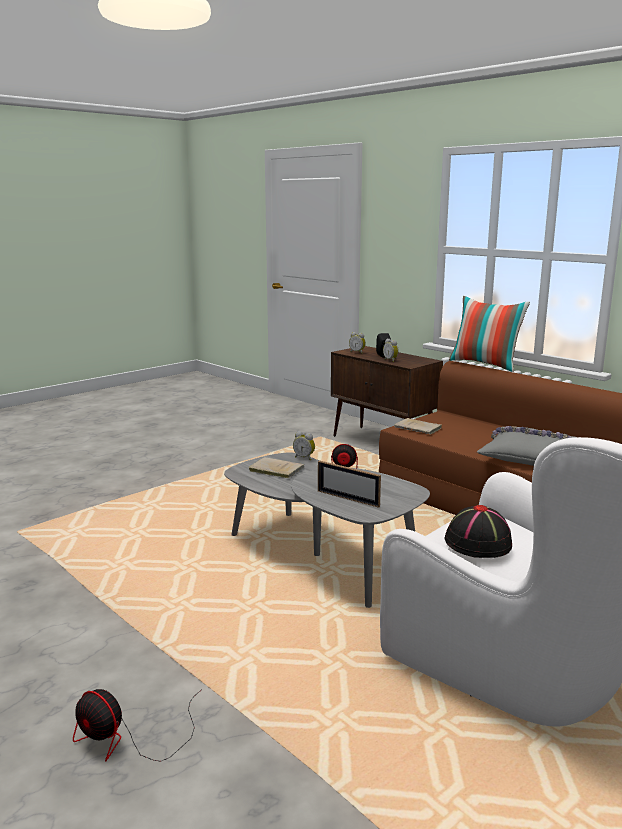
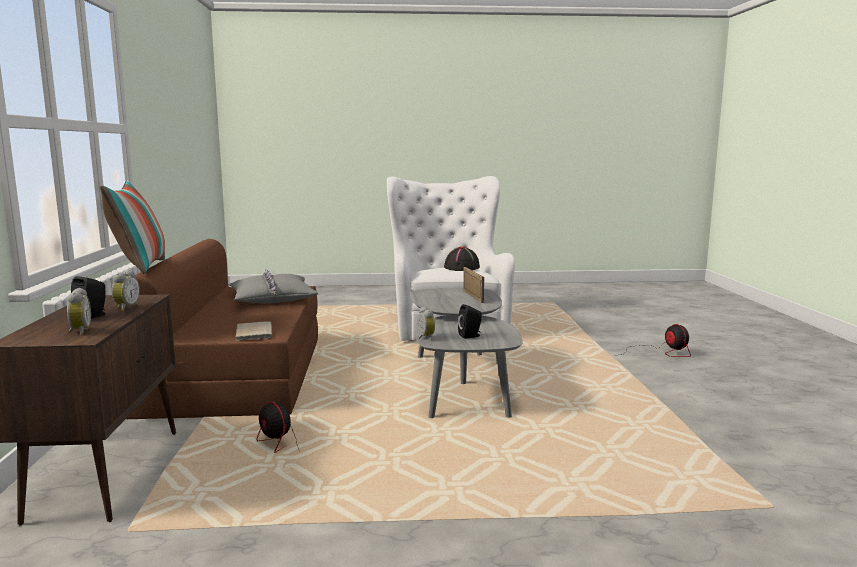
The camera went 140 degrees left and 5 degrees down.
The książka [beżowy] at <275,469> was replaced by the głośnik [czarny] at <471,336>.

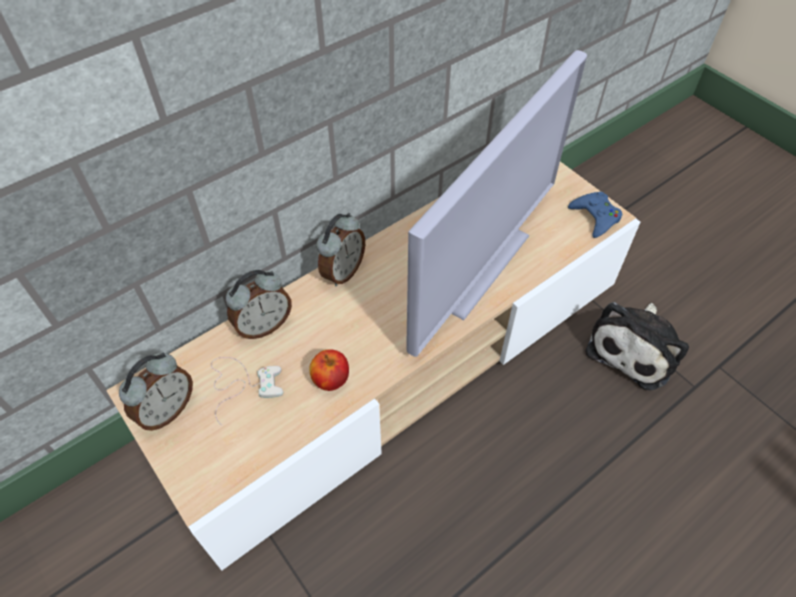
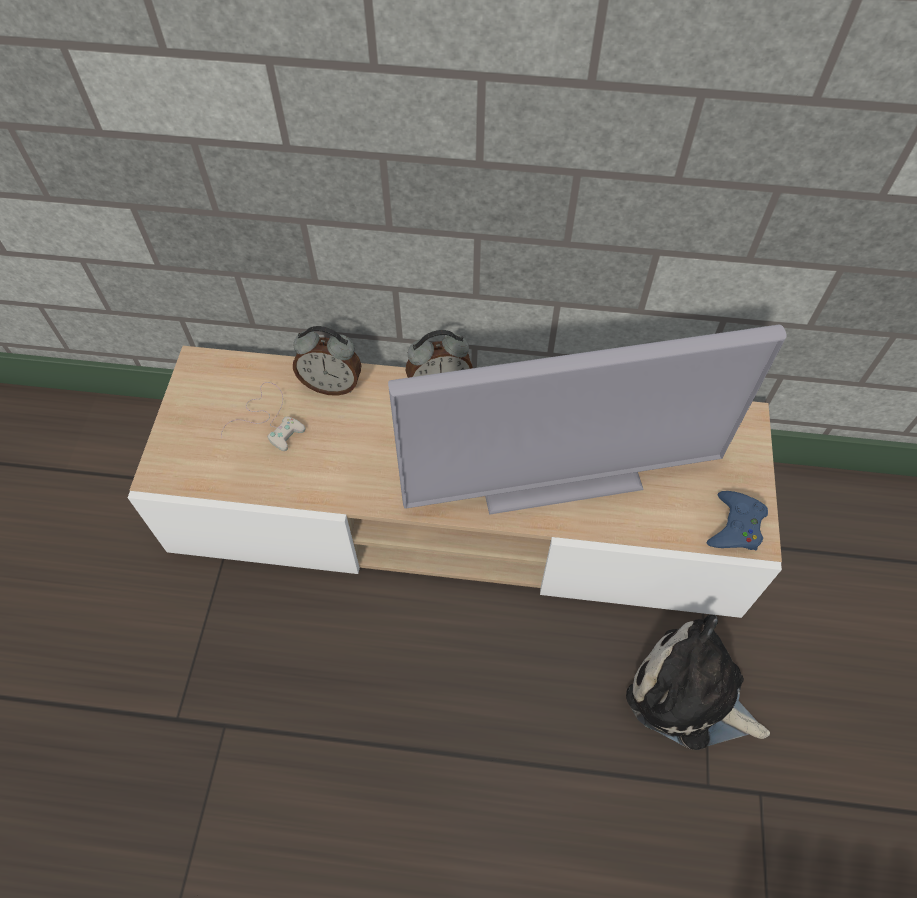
The camera went 45 degrees right and 5 degrees up.
The budzik at <167,410> disappeared.
The jabłko at <330,380> disappeared.
The pluszak at <634,348> turned 45 degrees clockwise.

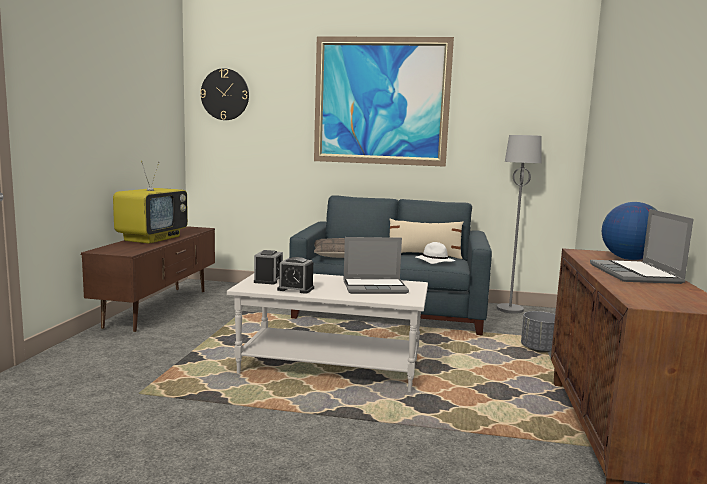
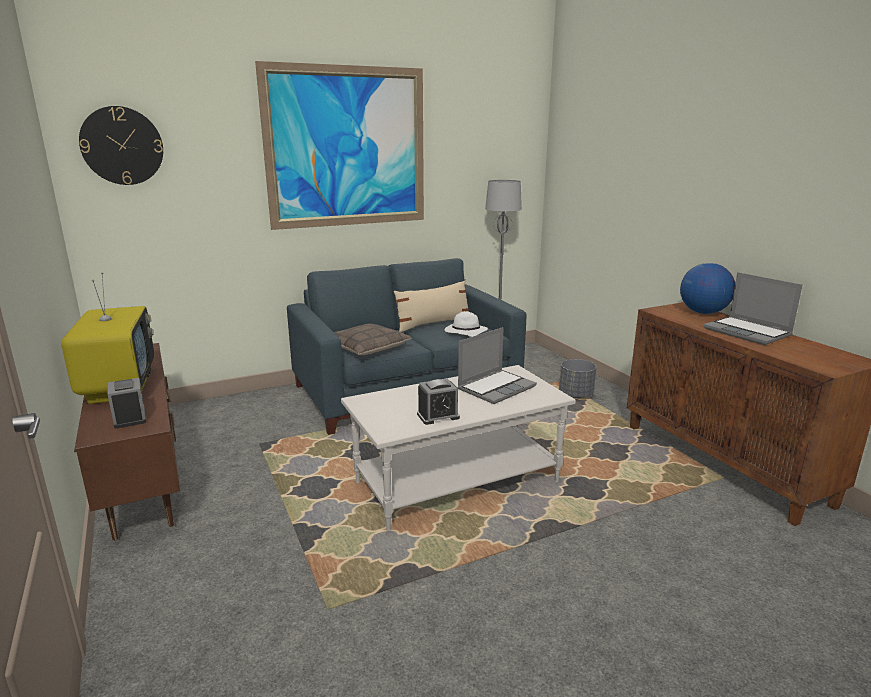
The camera went 35 degrees left and 10 degrees up.
The budzik moved from <268,280> to <130,417>.

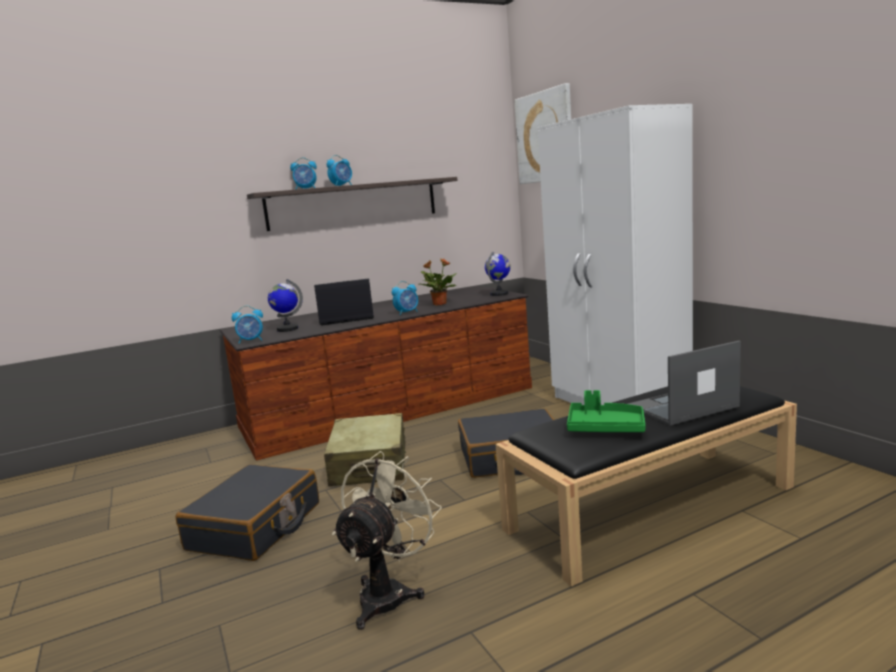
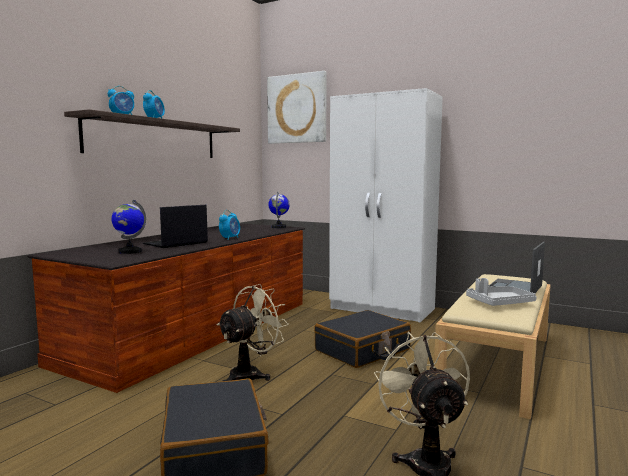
The camera went 35 degrees left and 5 degrees down.
The budzik at <251,341> disappeared.
The walizka [beżowy] at <370,464> was replaced by the wentylator [beżowy] at <251,374>.
The roślina doniczkowa at <439,304> disappeared.
The ławka [czarny] at <650,509> became the ławka [beżowy] at <498,364>.
The taca [zielony] at <605,428> became the taca [szary] at <499,303>.

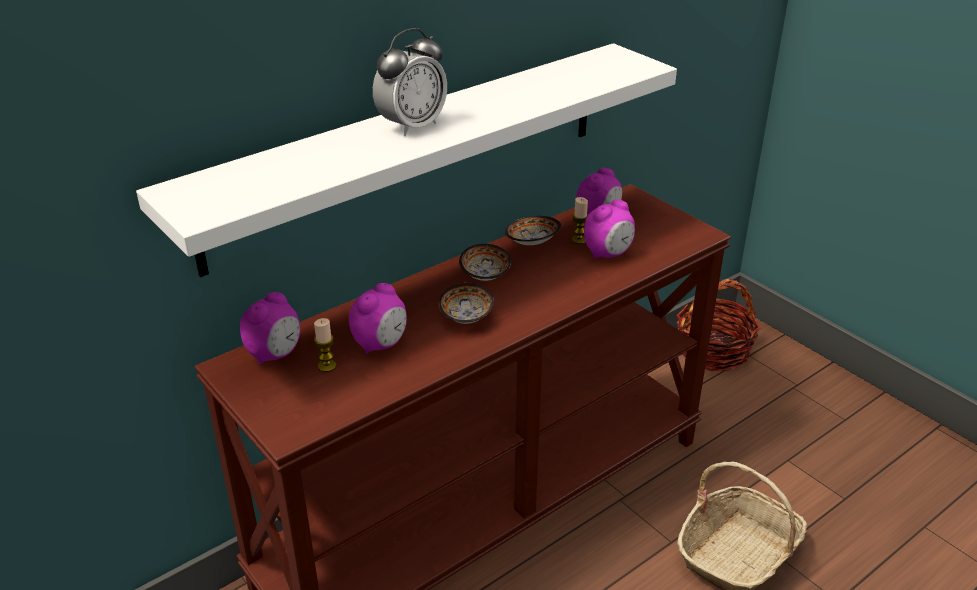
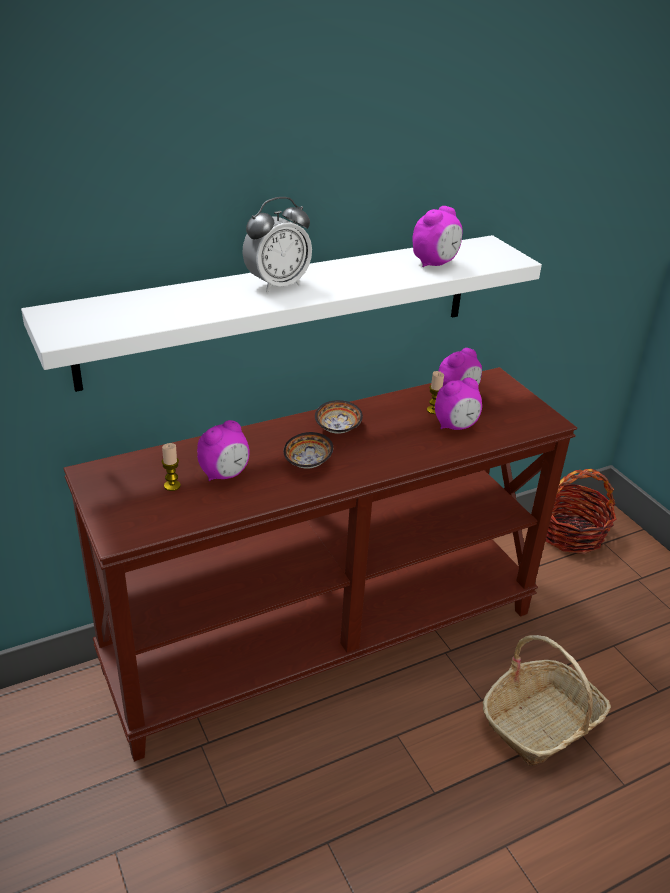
The camera went 10 degrees right and 0 degrees up.
The budzik moved from <275,354> to <435,263>.
The miska at <532,242> disappeared.

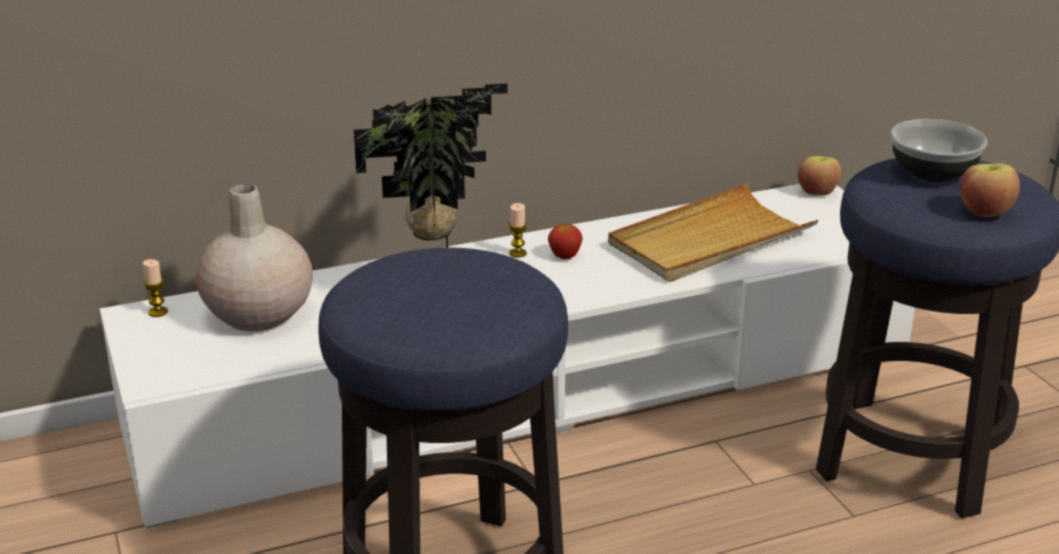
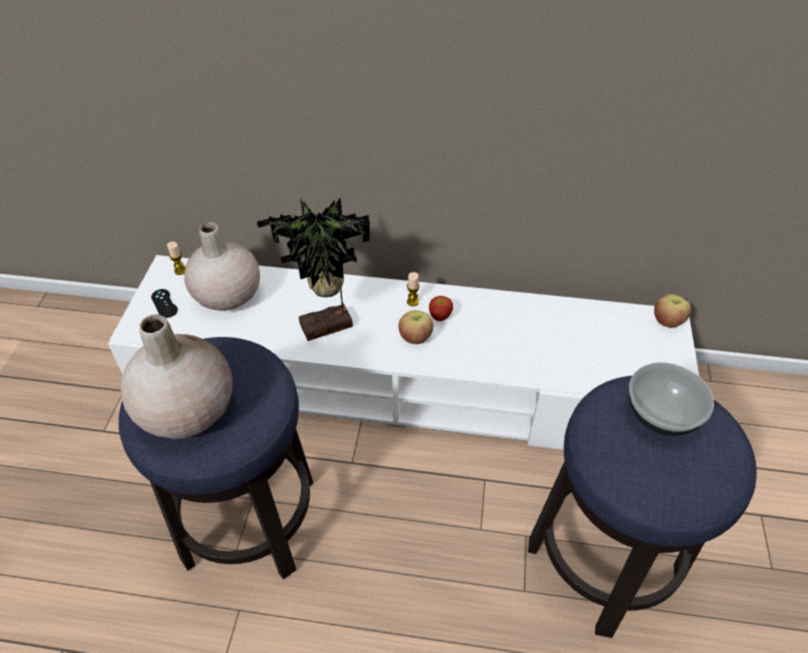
The camera went 30 degrees right and 20 degrees up.
The taca [beżowy] at <709,240> disappeared.
The jabłko moved from <985,212> to <415,337>.
The wazon [beżowy] at <186,409> appeared.
The pad do gier [czarny] at <164,303> appeared.

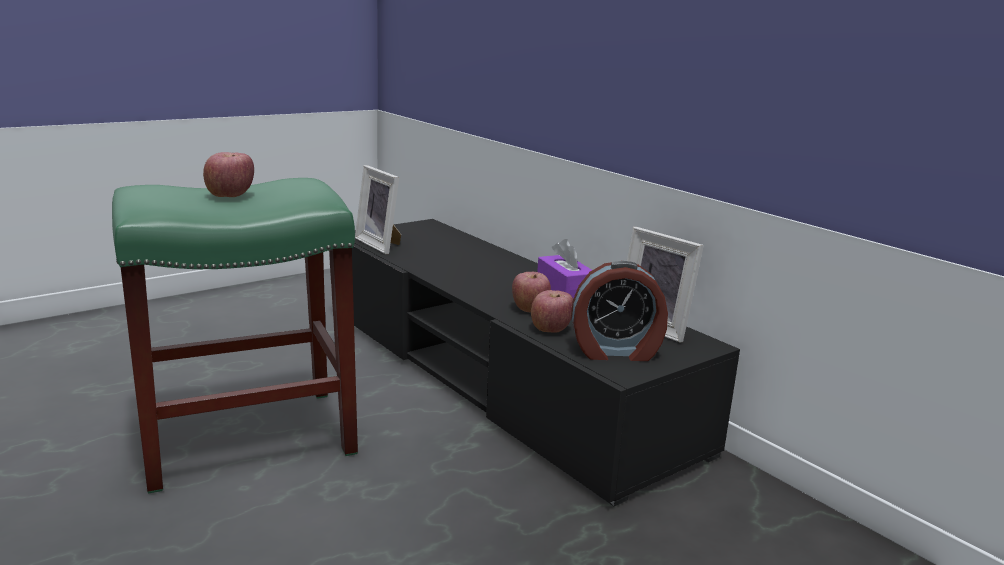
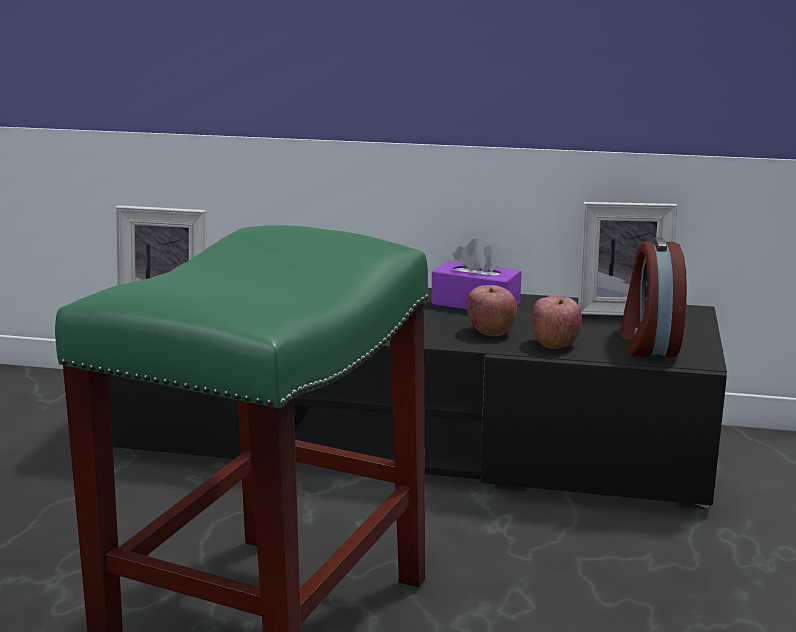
The camera went 40 degrees left and 0 degrees up.
The jabłko at <230,195> disappeared.
The budzik at <616,351> turned 135 degrees clockwise.

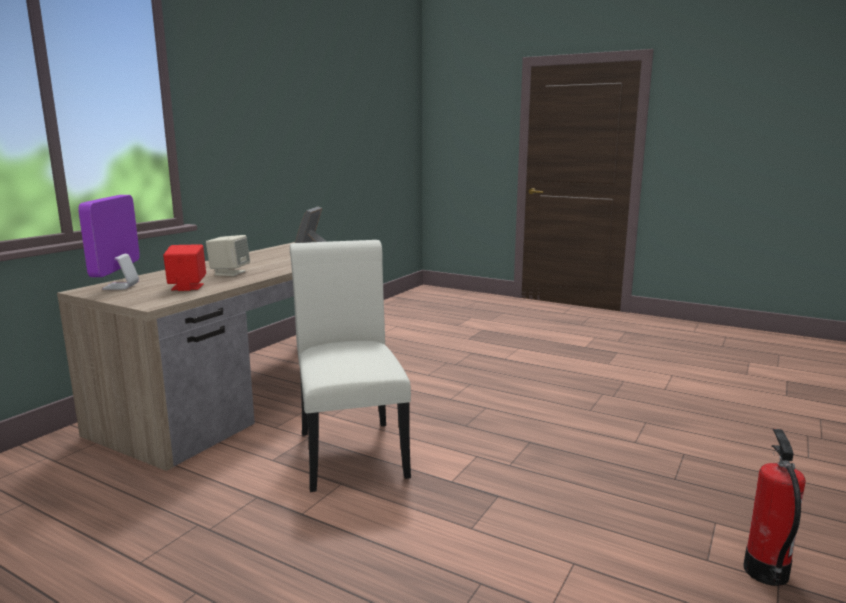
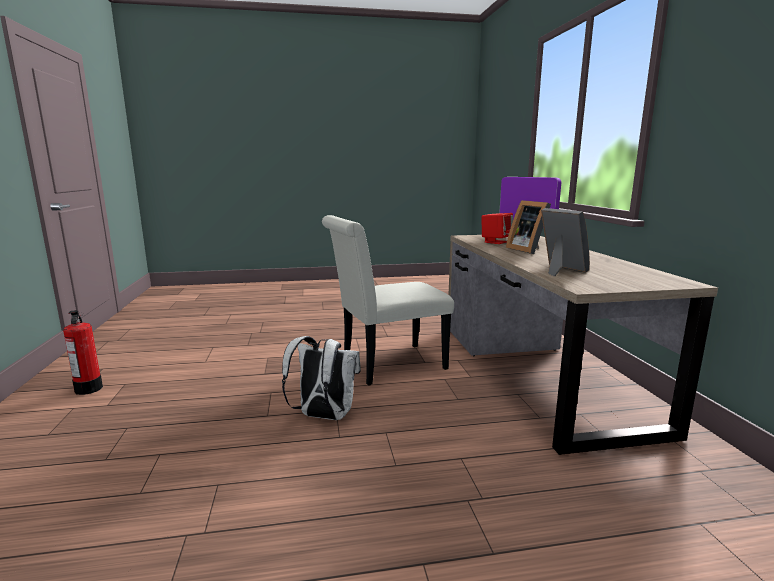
The camera went 140 degrees right and 0 degrees up.
The głośnik [beżowy] at <229,273> was replaced by the ramka na zdjęcie at <528,250>.
The krzesło [biały] at <350,449> turned 120 degrees clockwise.
The plecak [biały] at <323,416> appeared.

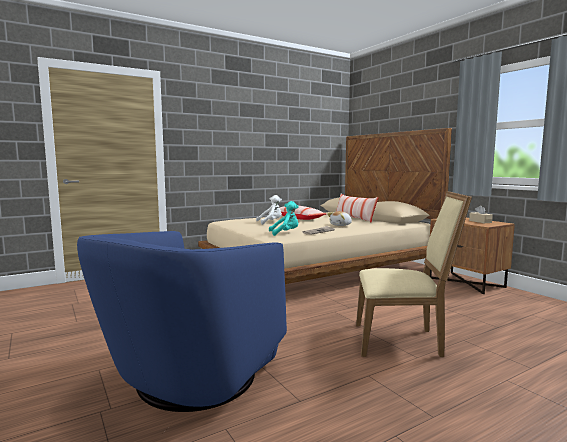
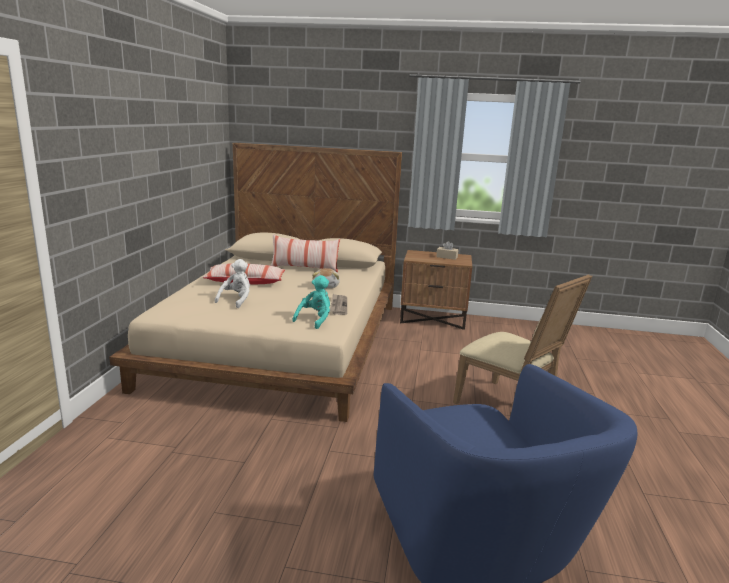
The camera went 50 degrees left and 10 degrees up.
The krzesło [beżowy] at <402,341> turned 90 degrees clockwise.

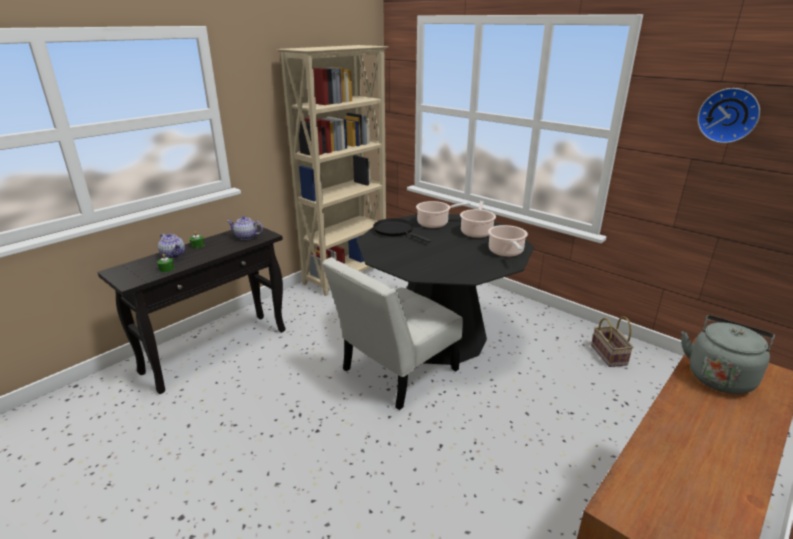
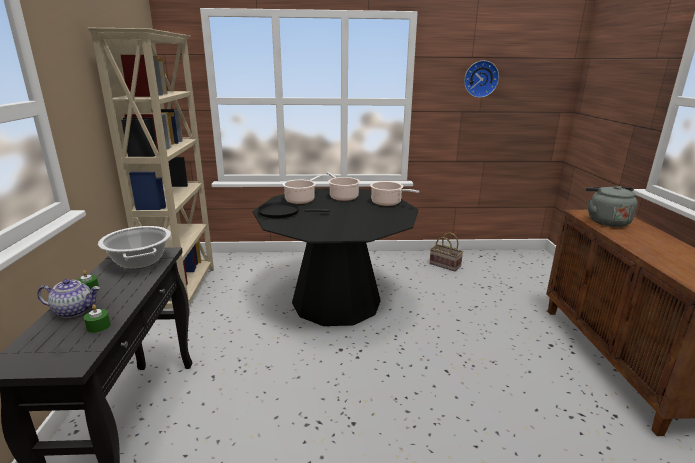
The camera went 45 degrees left and 5 degrees down.
The imbryk at <246,237> was replaced by the garnek at <140,261>.
The krzesło [biały] at <395,373> disappeared.

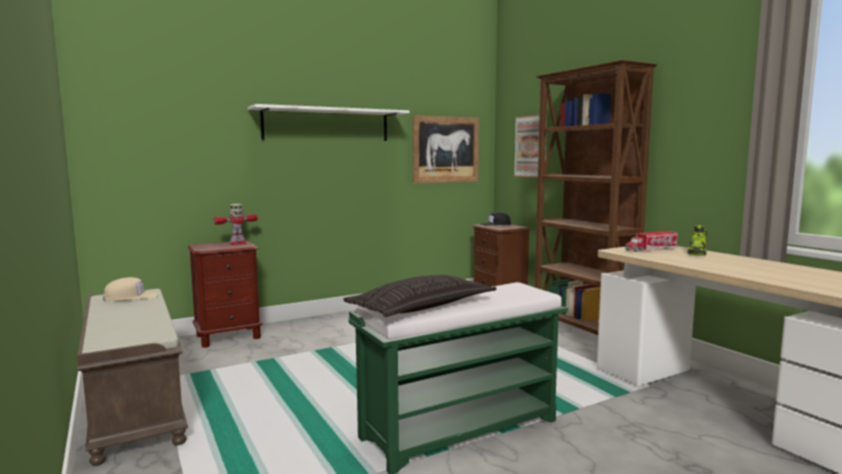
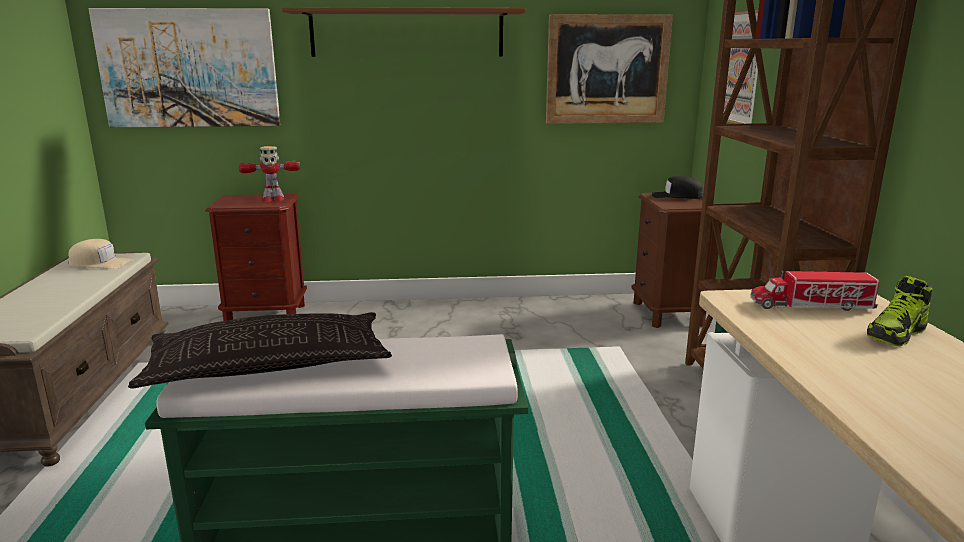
The camera went 25 degrees right and 10 degrees up.
The półka [biały] at <327,125> became the półka [brązowy] at <407,33>.
The obraz at <189,68> appeared.

